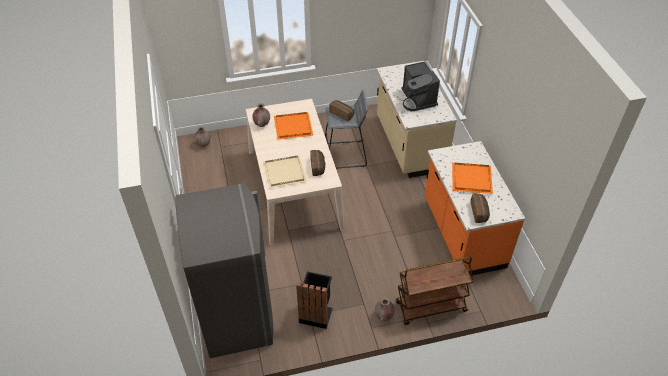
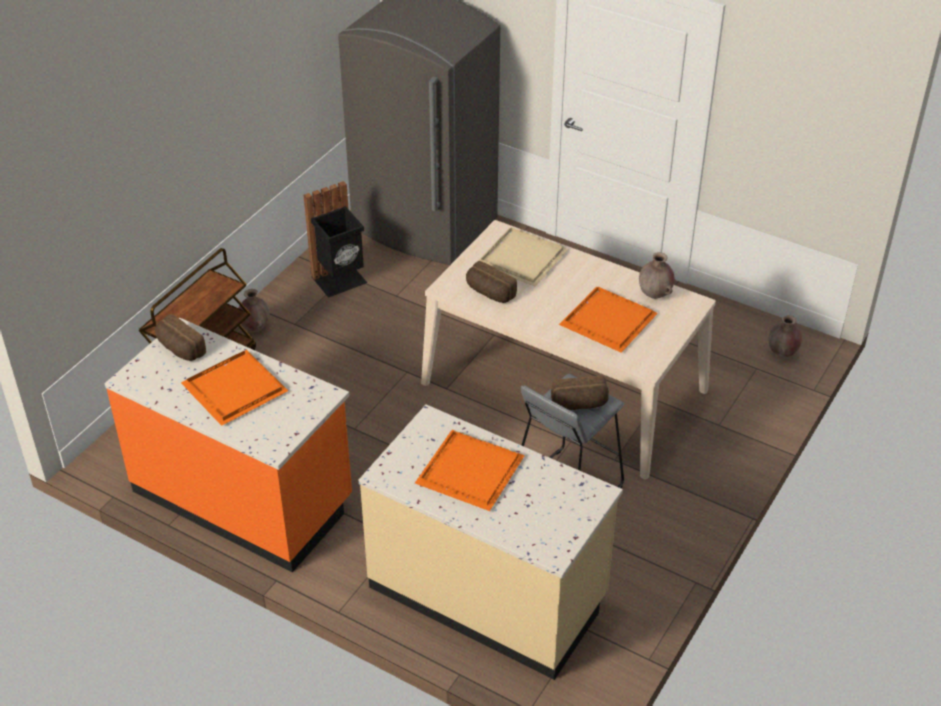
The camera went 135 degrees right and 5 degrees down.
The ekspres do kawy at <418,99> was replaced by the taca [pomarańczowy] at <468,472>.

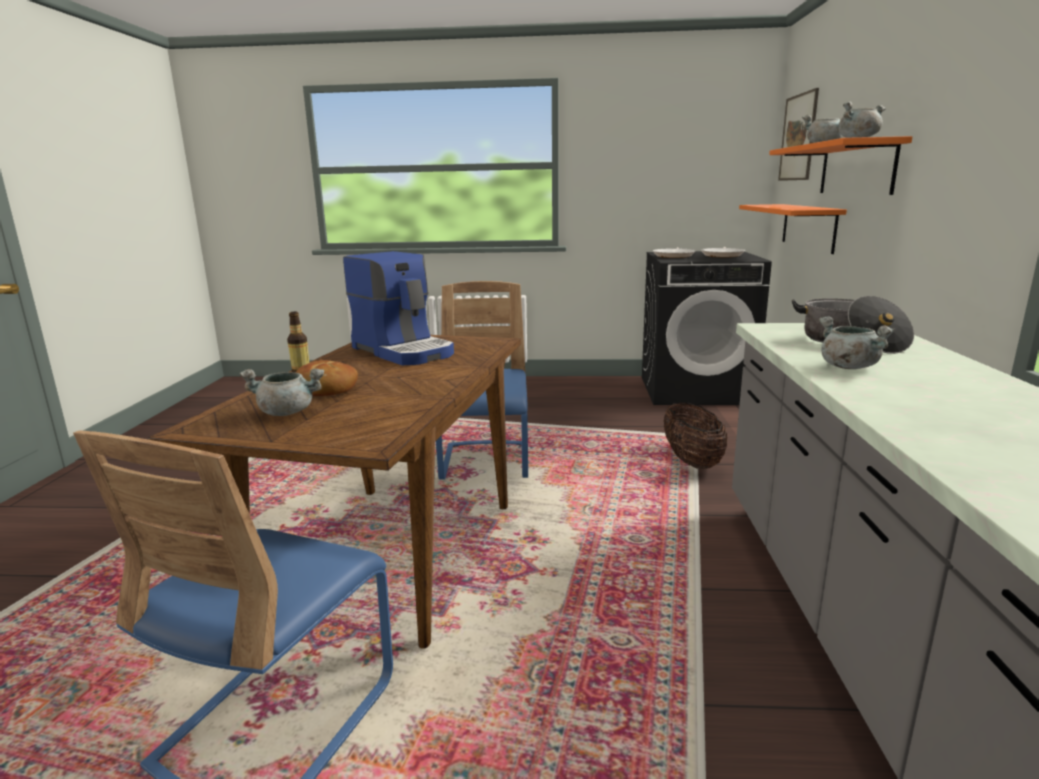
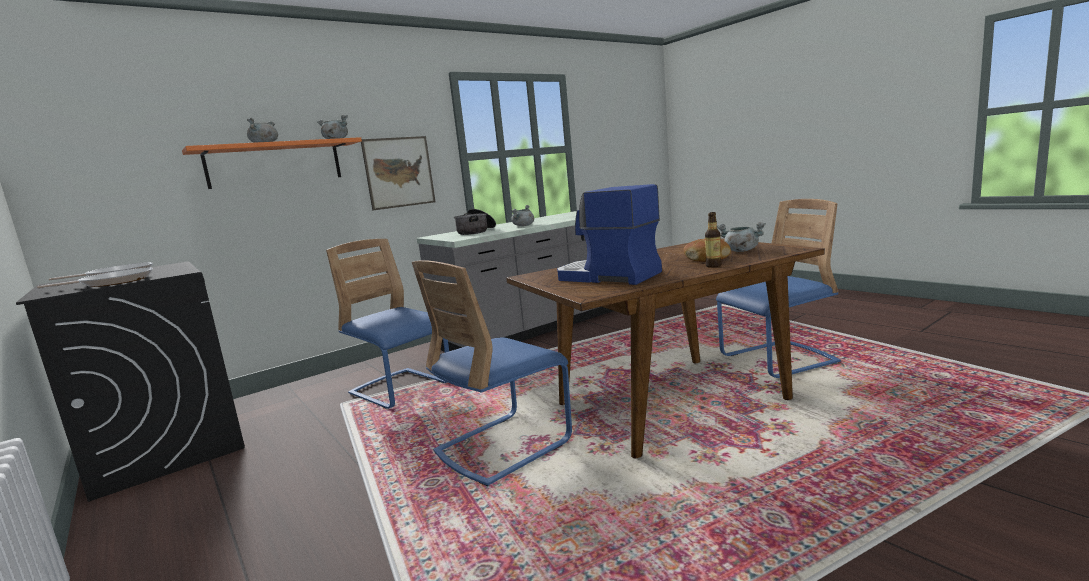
The camera went 130 degrees left and 5 degrees down.
The ekspres do kawy at <404,351> turned 60 degrees counterclockwise.
The koszyk at <691,461> was replaced by the krzesło [niebieski] at <401,389>.
The półka [pomarańczowy] at <808,227> disappeared.
The obraz moved from <798,137> to <399,172>.

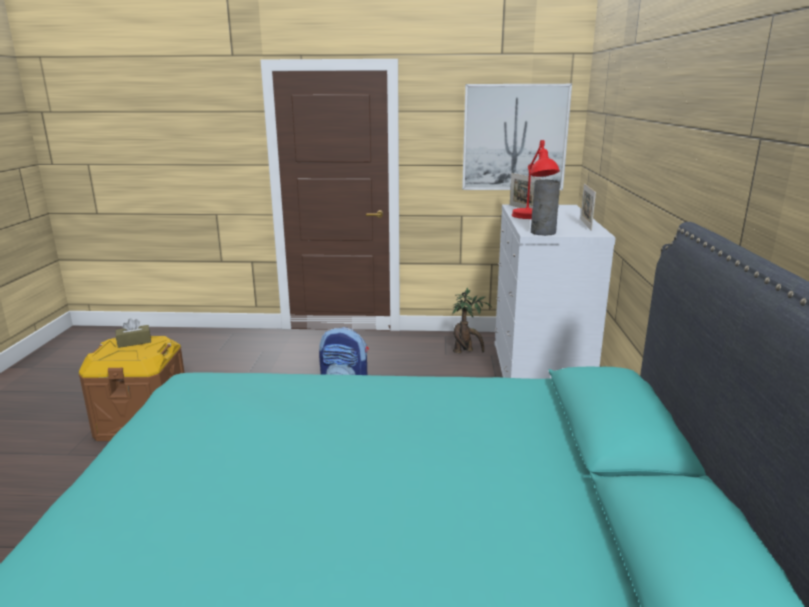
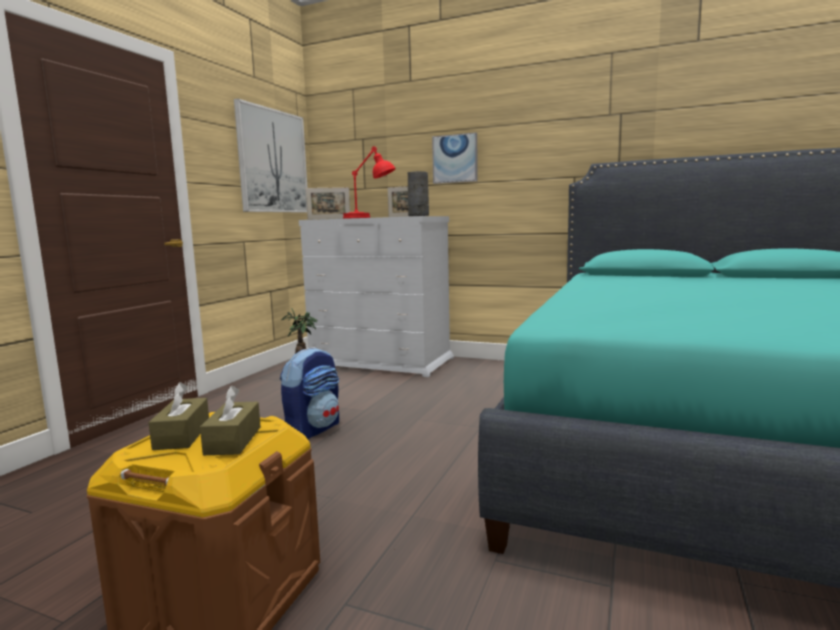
The camera went 70 degrees left and 10 degrees down.
The pudełko chusteczek [brązowy] at <233,440> appeared.
The obraz at <455,158> appeared.

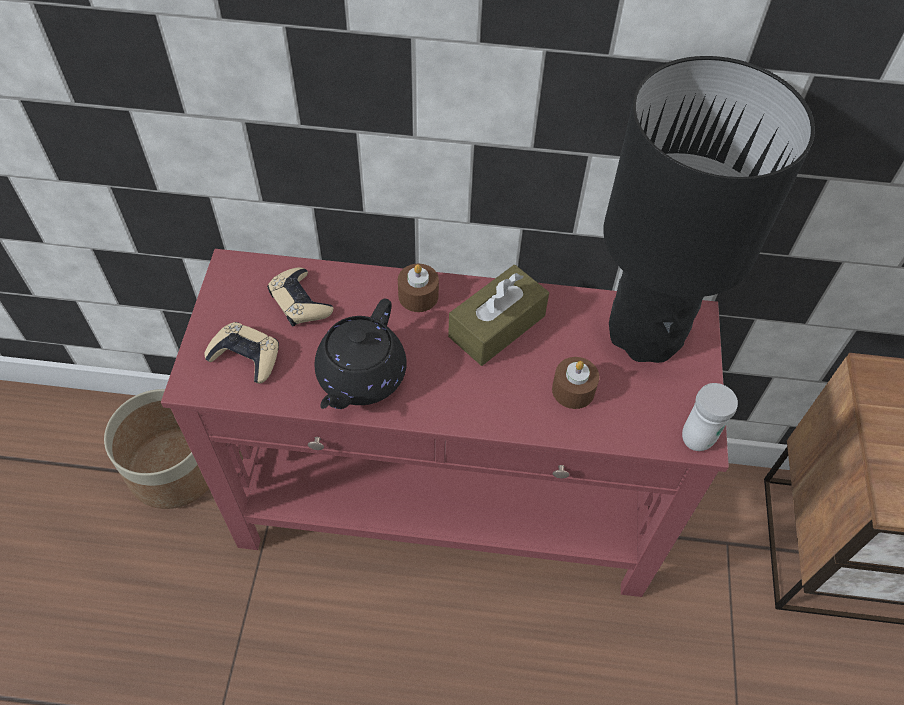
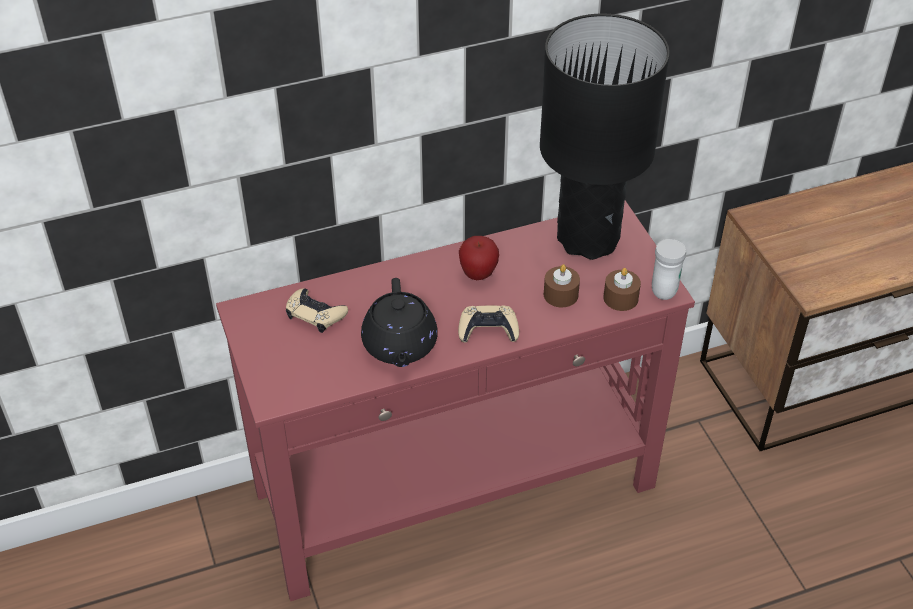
The camera went 25 degrees left and 10 degrees down.
The donica at <174,468> disappeared.
The pad do gier [beżowy] moved from <246,356> to <488,329>.
The świeca [brązowy] moved from <418,296> to <620,298>.
The pudełko chusteczek [brązowy] at <497,326> was replaced by the jabłko at <478,274>.

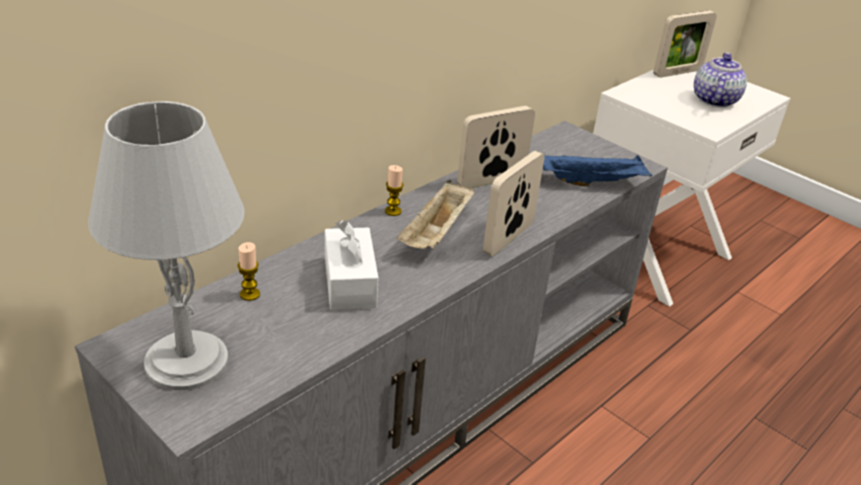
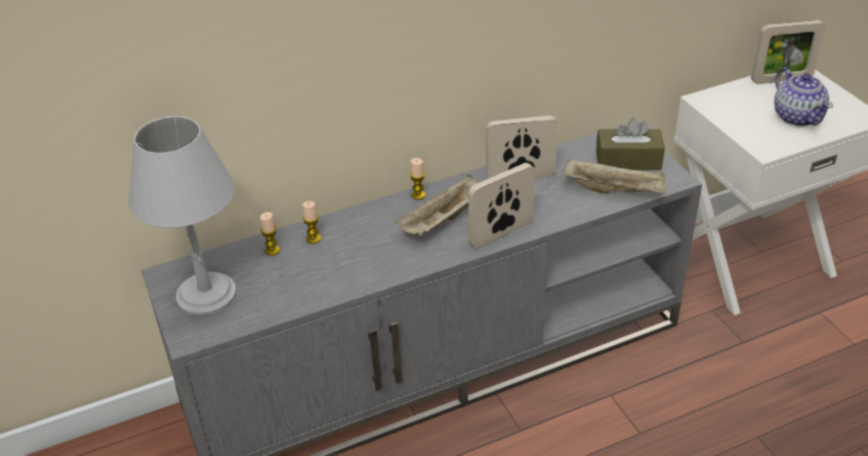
The camera went 25 degrees right and 5 degrees up.
The pudełko chusteczek [biały] at <350,282> disappeared.
The taca [niebieski] at <592,182> became the taca [beżowy] at <615,190>.
The imbryk at <714,100> turned 120 degrees clockwise.
The świeca at <313,239> appeared.
The pudełko chusteczek [brązowy] at <628,160> appeared.

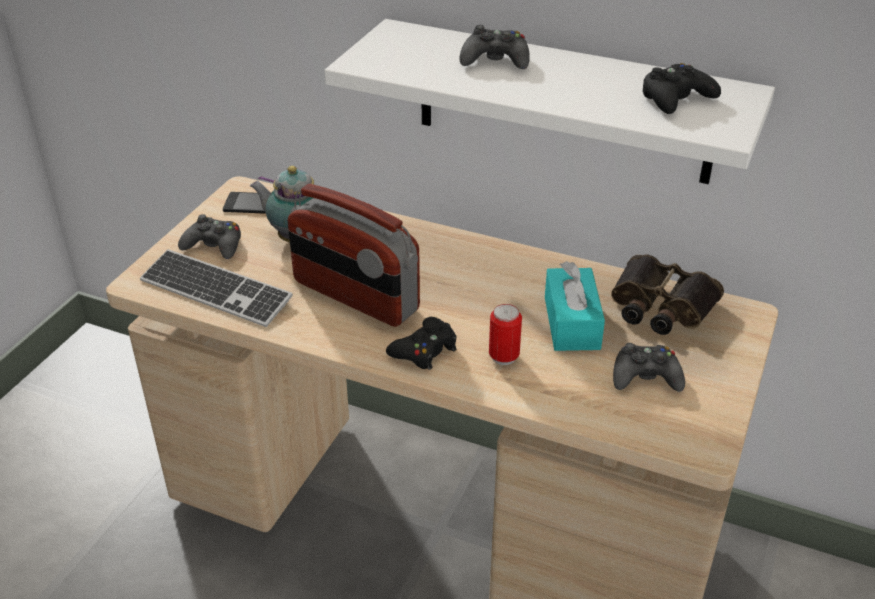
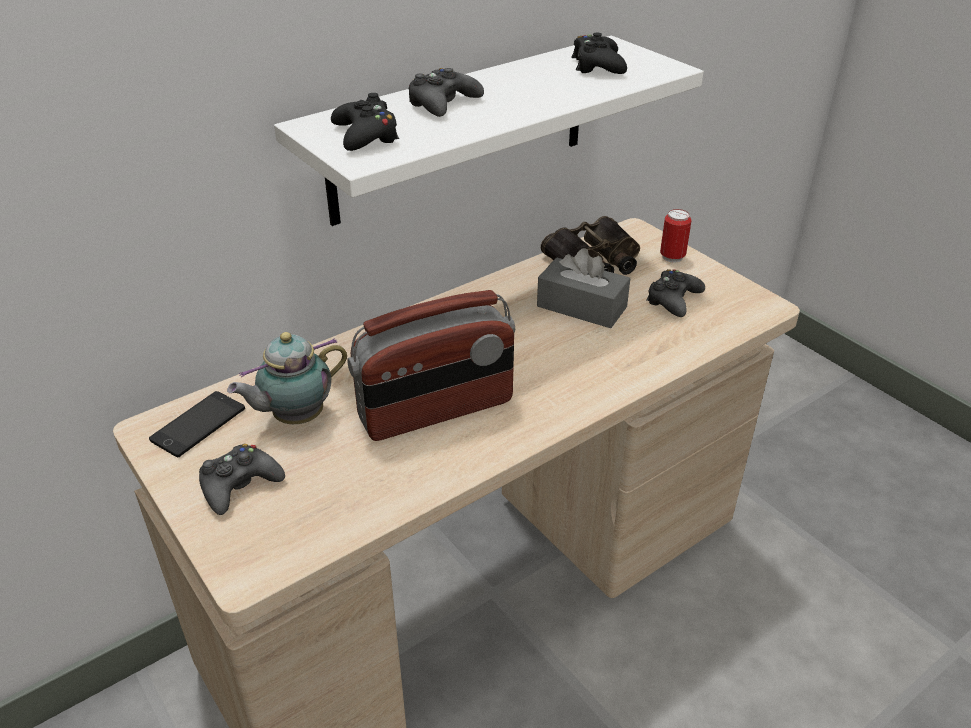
The camera went 60 degrees left and 0 degrees up.
The klawiatura at <215,291> disappeared.
The pad do gier [czarny] moved from <424,350> to <366,136>.
The puszka moved from <503,357> to <672,257>.
The pudełko chusteczek [turkusowy] at <571,323> became the pudełko chusteczek [szary] at <581,307>.

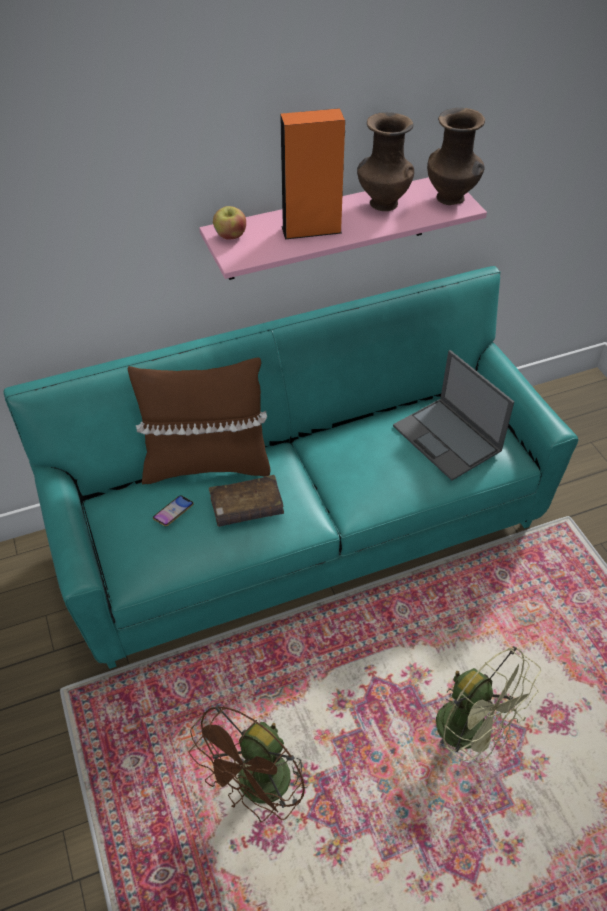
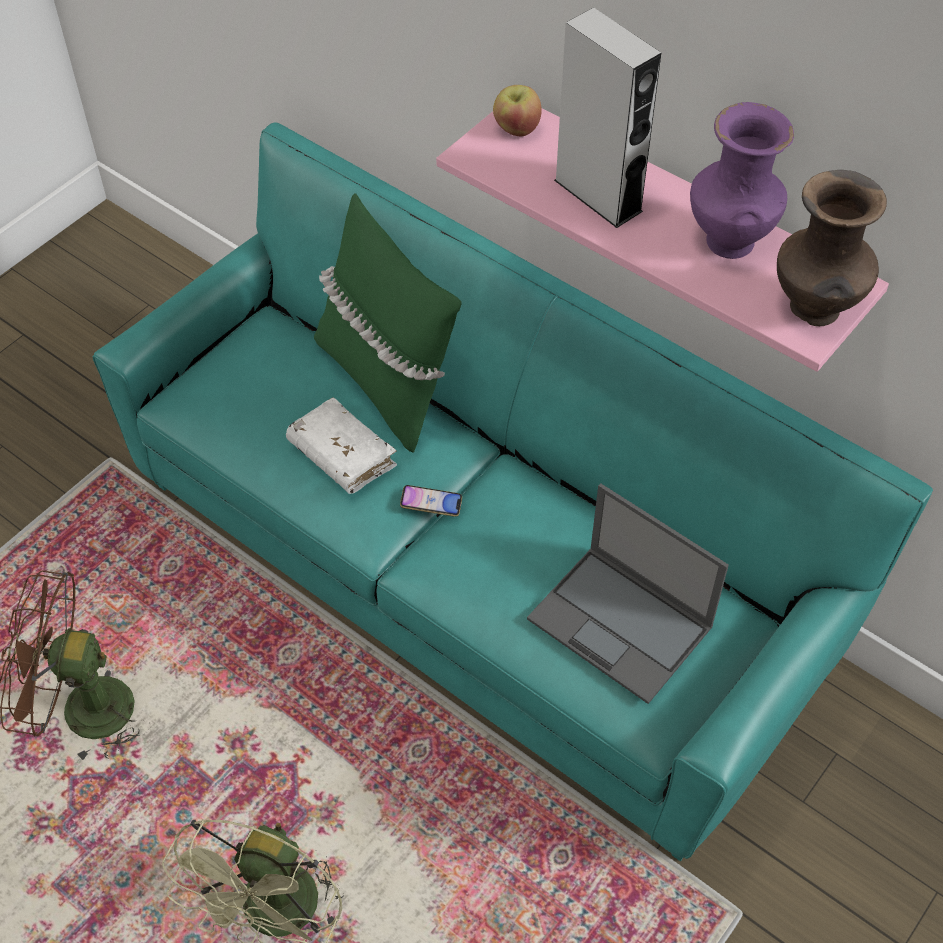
The camera went 60 degrees right and 5 degrees up.
The poduszka [brązowy] at <206,464> became the poduszka [zielony] at <386,382>.
The telefon moved from <173,512> to <431,503>.
The książka [brązowy] at <247,508> became the książka [biały] at <342,455>.
The głośnik [pomarańczowy] at <311,229> became the głośnik [szary] at <598,195>.
The wazon [brązowy] at <382,203> became the wazon [fioletowy] at <728,240>.
The laptop at <448,439> turned 75 degrees counterclockwise.

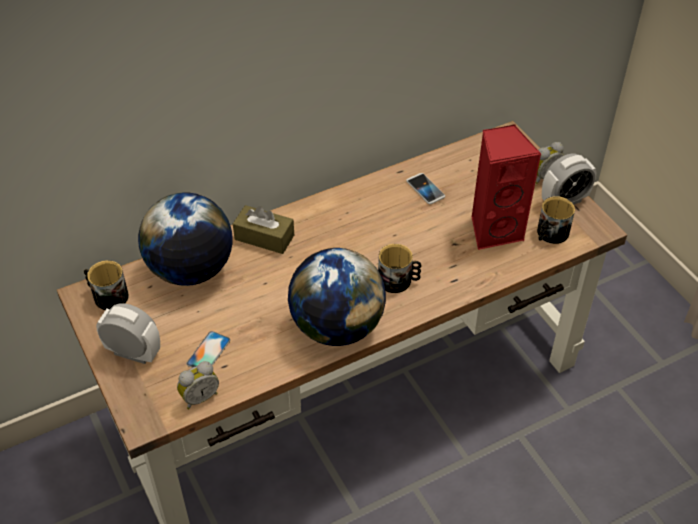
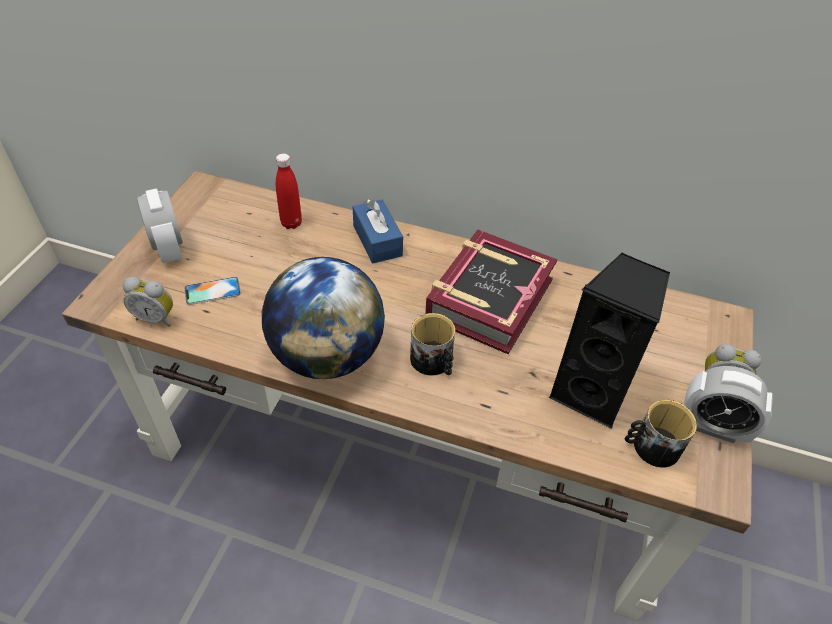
The camera went 45 degrees right and 0 degrees up.
The kubek at <107,296> disappeared.
The globus at <191,270> was replaced by the butelka [czerwony] at <291,223>.
The pudełko chusteczek [brązowy] at <264,237> became the pudełko chusteczek [niebieski] at <377,240>.
The telefon at <425,189> disappeared.
The głośnik [czerwony] at <494,230> became the głośnik [czarny] at <591,393>.
The książka at <488,298> appeared.

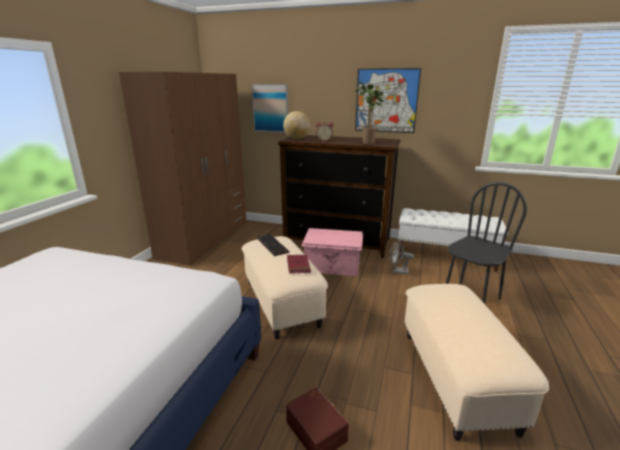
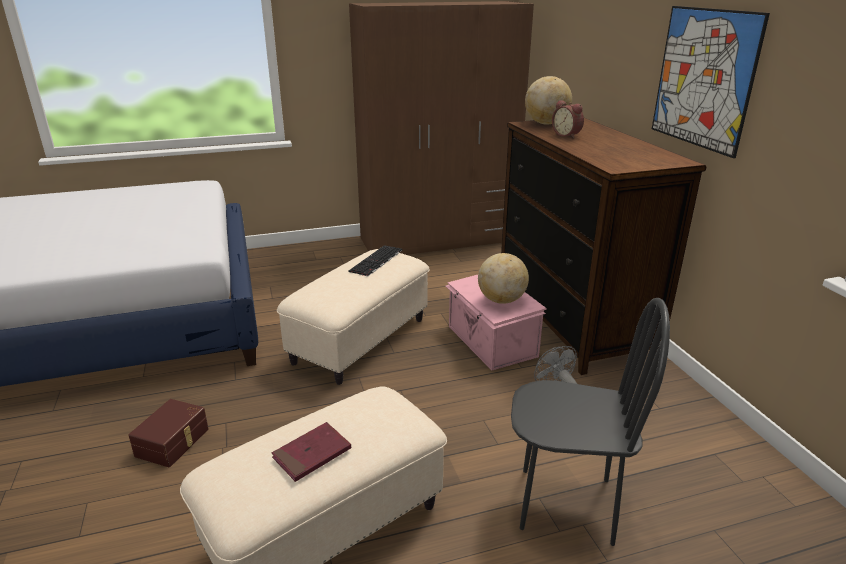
The camera went 55 degrees right and 5 degrees up.
The obraz at <270,108> disappeared.
The książka [czerwony] moved from <298,265> to <312,454>.
The roślina doniczkowa at <368,143> disappeared.
The ławka [biały] at <445,257> disappeared.
The globus at <501,300> appeared.

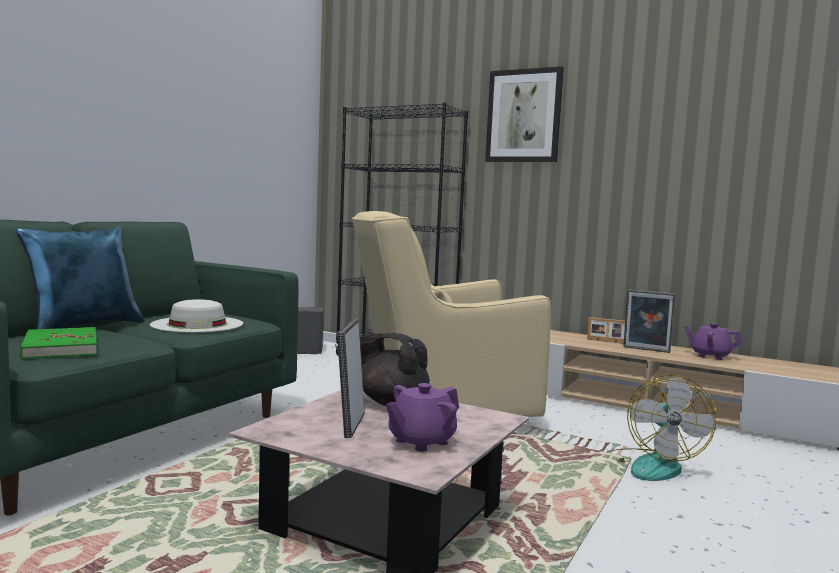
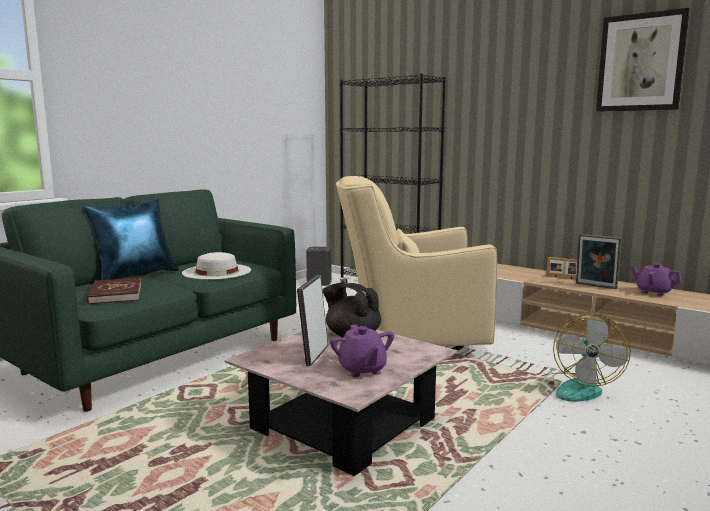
The camera went 10 degrees right and 5 degrees up.
The książka [zielony] at <60,347> became the książka [czerwony] at <115,294>.
The imbryk [fioletowy] at <421,441> turned 75 degrees counterclockwise.
The obraz moved from <524,116> to <641,63>.

